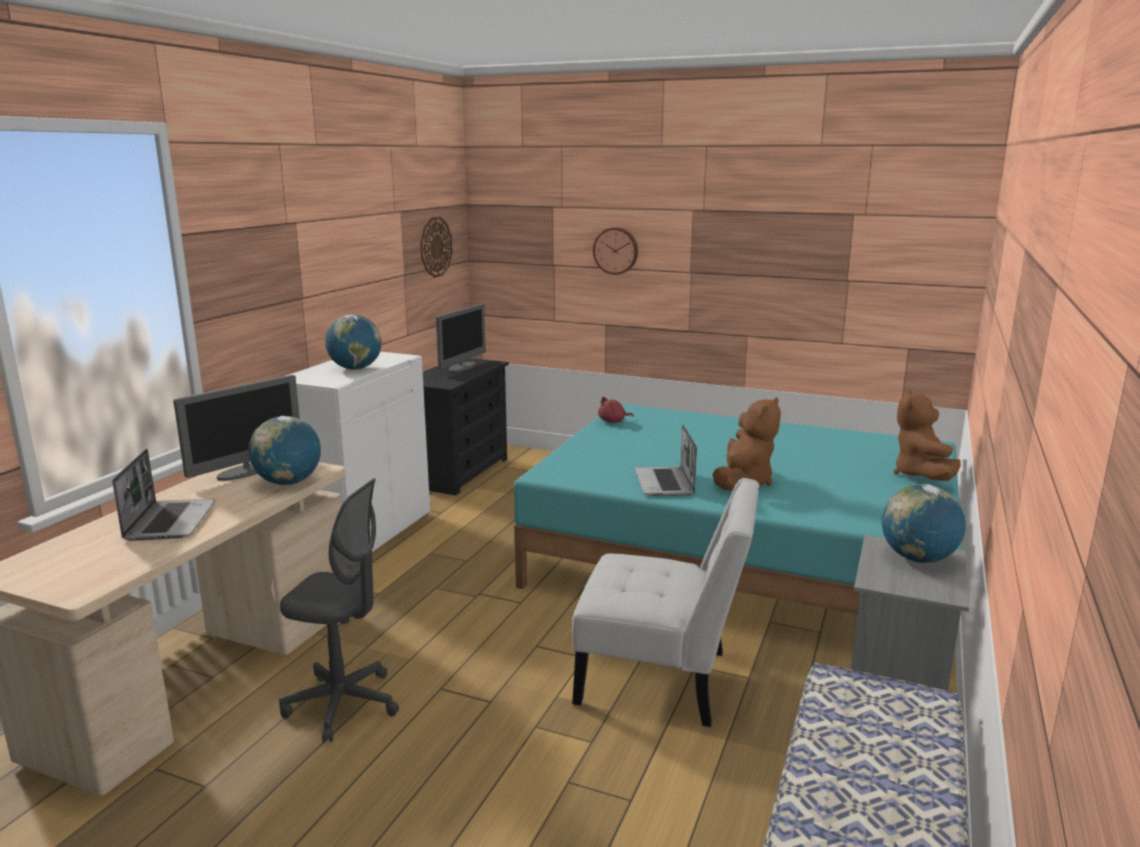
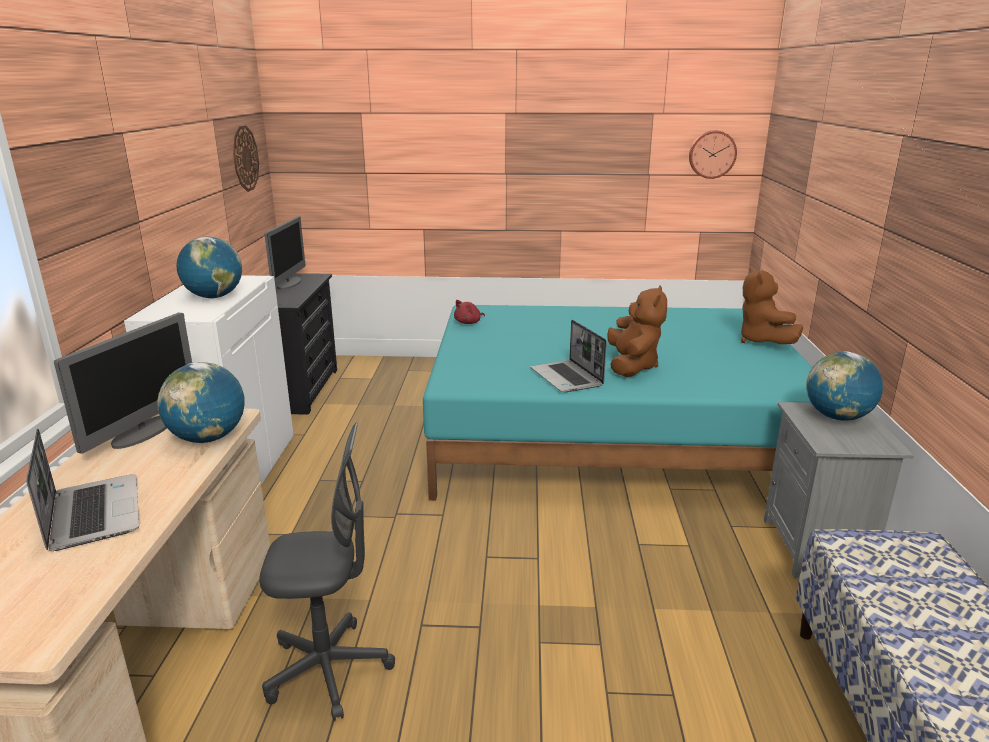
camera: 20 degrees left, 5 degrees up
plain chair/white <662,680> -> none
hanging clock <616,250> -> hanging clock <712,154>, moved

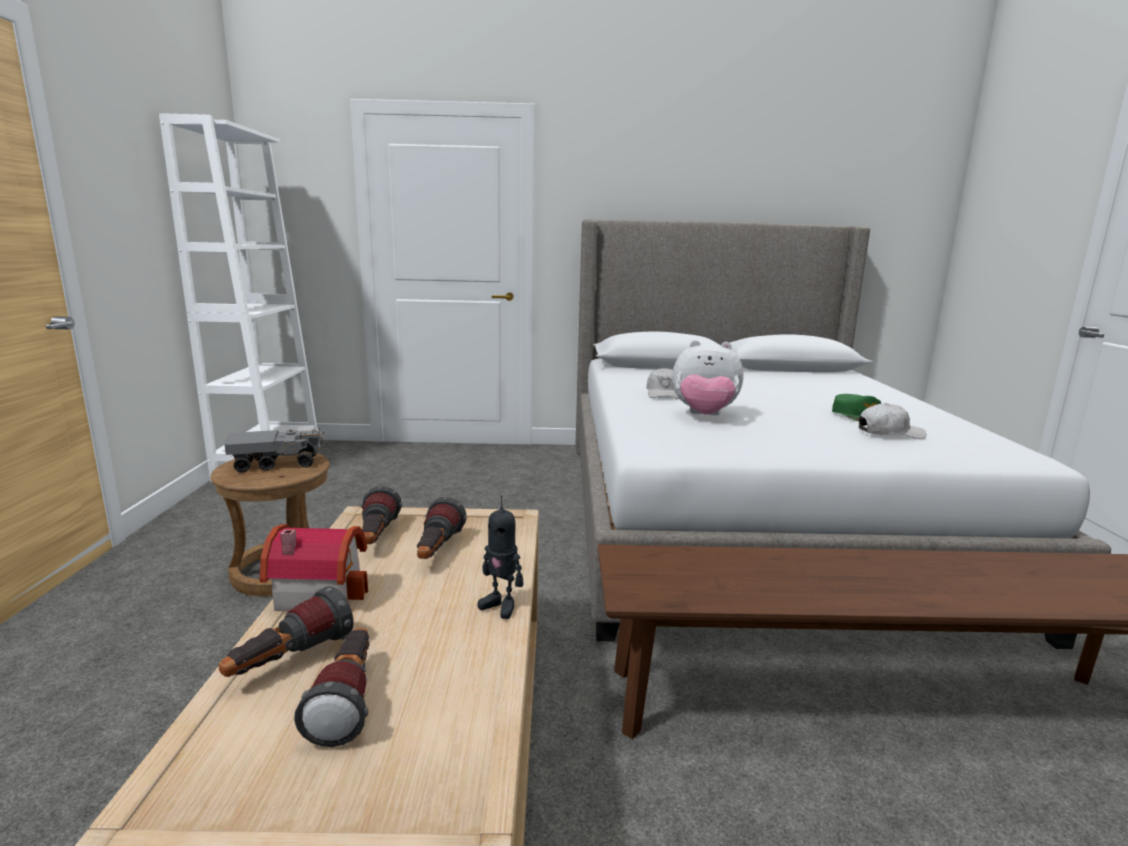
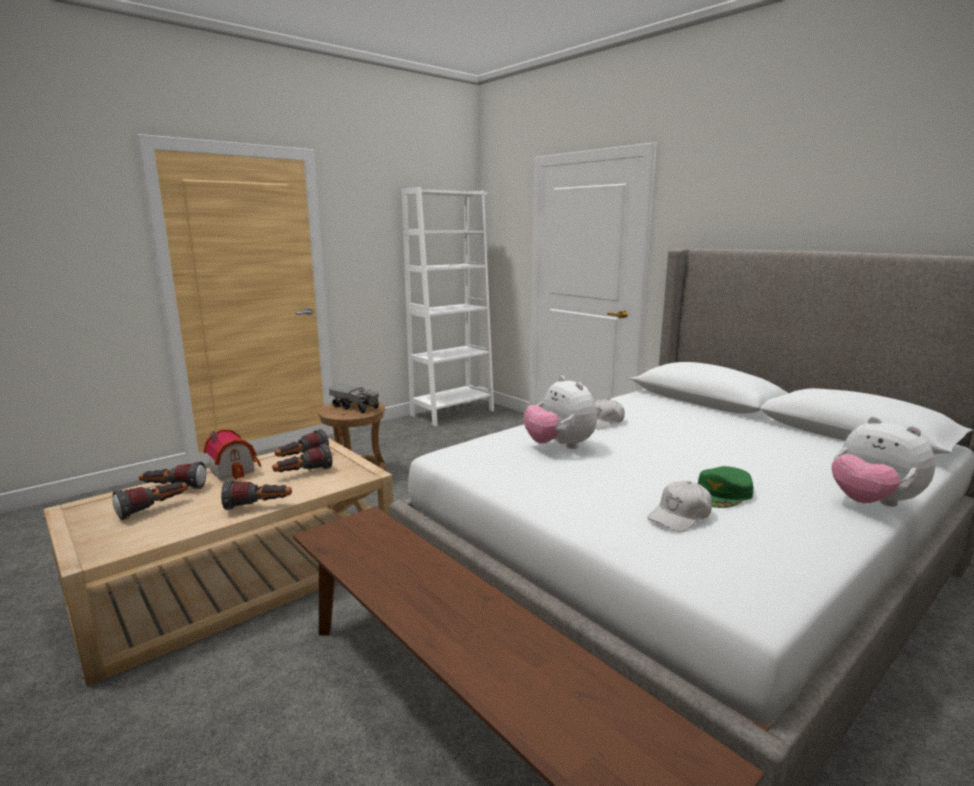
camera: 50 degrees right, 0 degrees up
toy robot <501,606> -> hand torch <258,506>
baseball cap/white <889,433> -> baseball cap/white <680,516>, 90 degrees clockwise
none -> cuddly toy <872,503>

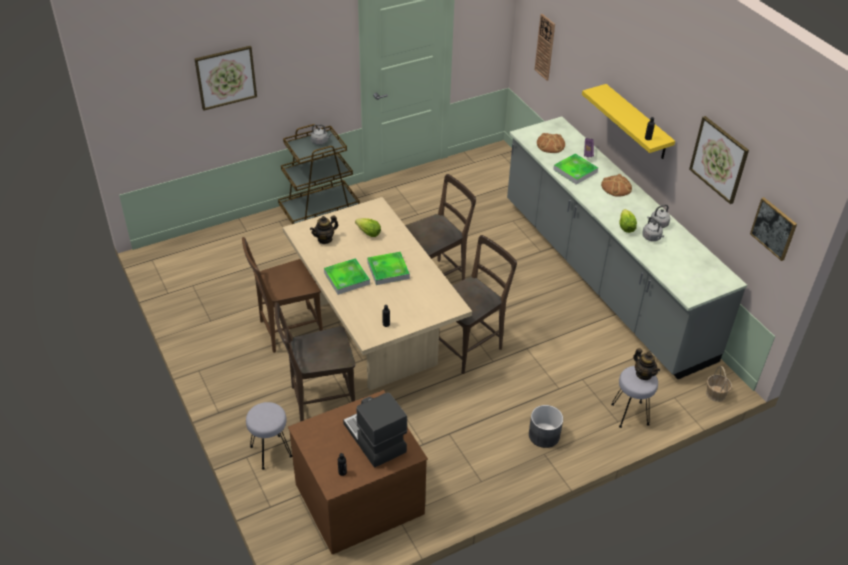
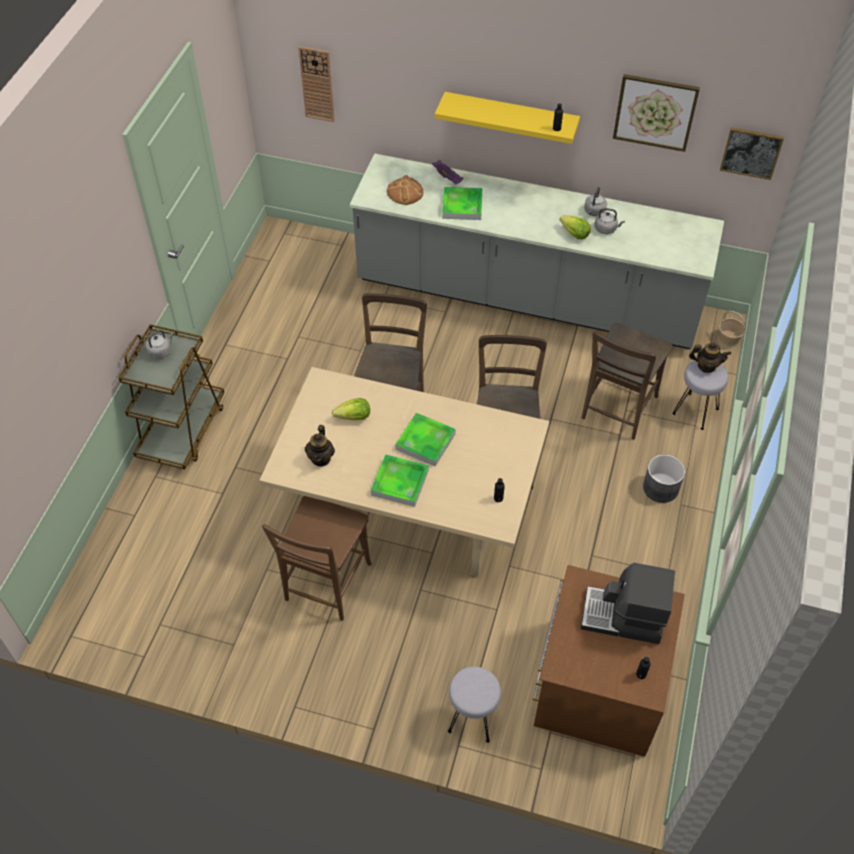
camera: 45 degrees left, 10 degrees up
wall art <226,77> -> none
plain chair/brown <319,400> -> plain chair/brown <617,410>, moved
baked bread <616,187> -> none

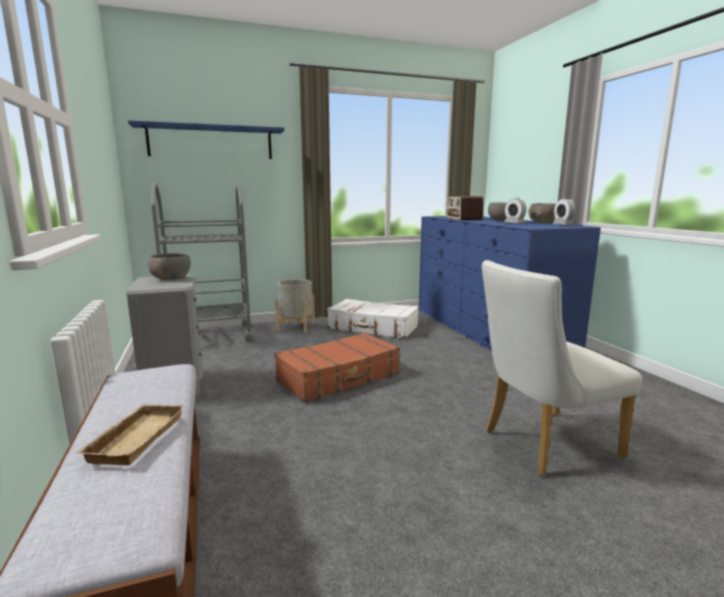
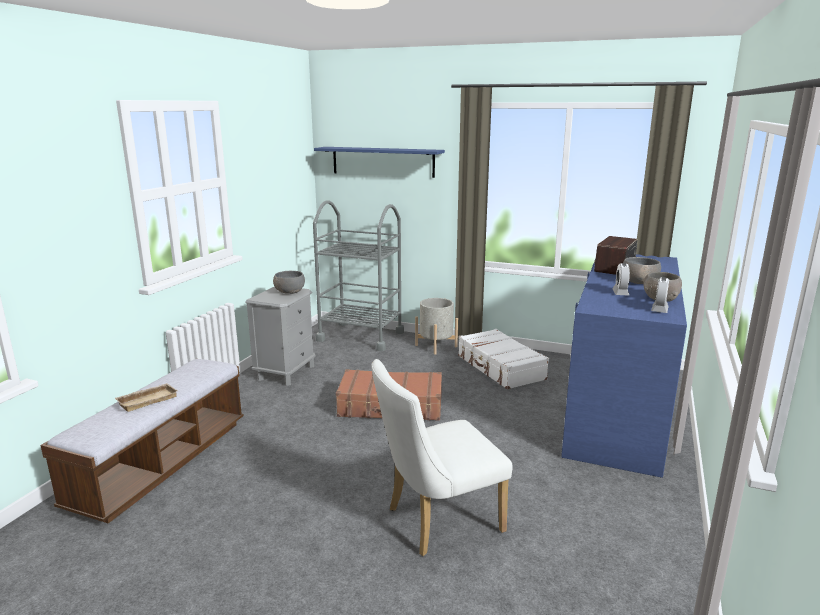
camera: 40 degrees right, 5 degrees up
plain chair/white <542,444> -> plain chair/white <436,521>, 45 degrees counterclockwise

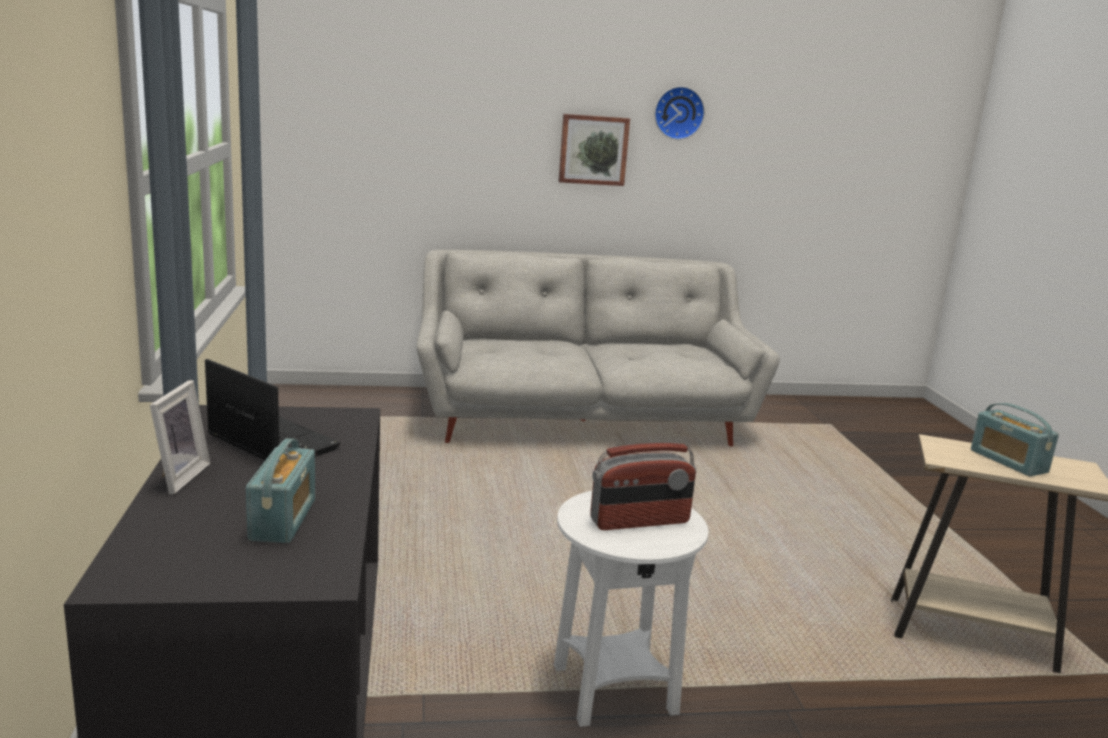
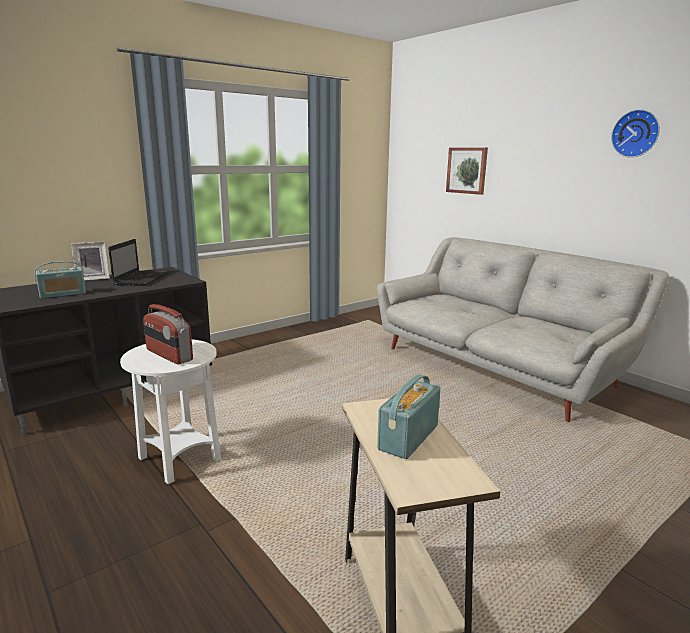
camera: 60 degrees right, 0 degrees up
wall art <593,150> -> wall art <467,170>, moved

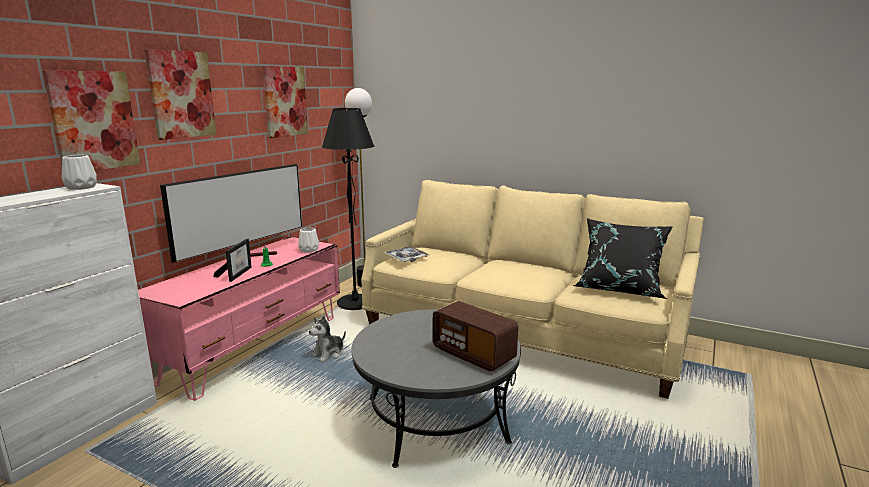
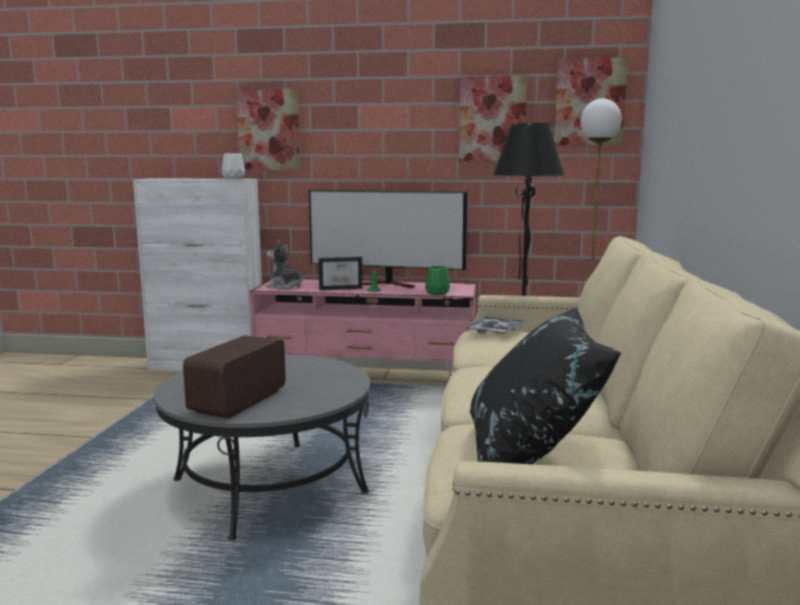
camera: 70 degrees right, 5 degrees down
wall art <181,95> -> wall art <589,102>, moved
decorative vase/white <308,250> -> decorative vase/green-coloured <437,293>
cuddly toy <328,354> -> cuddly toy <285,287>, moved

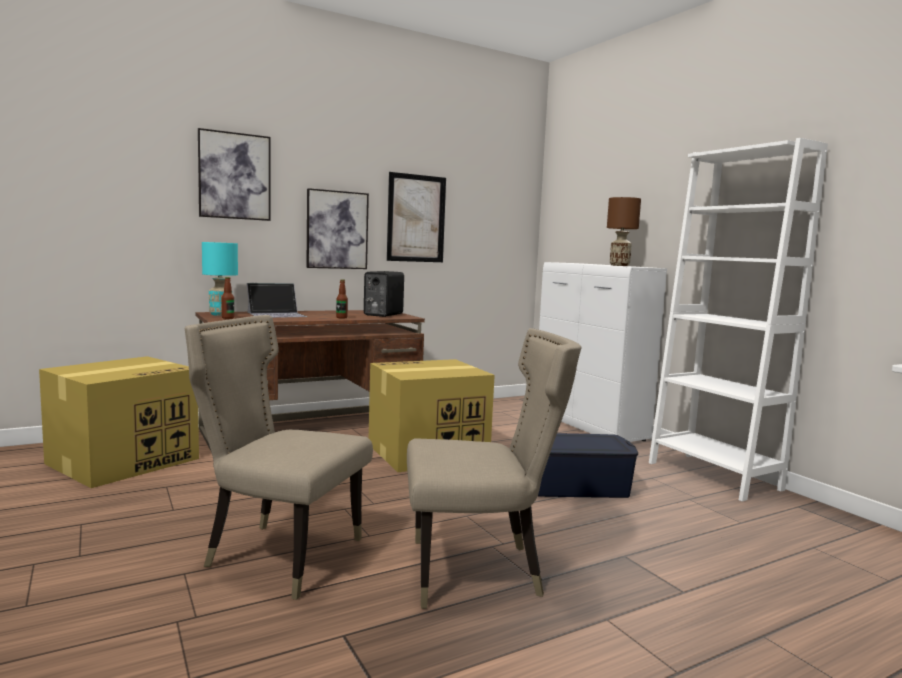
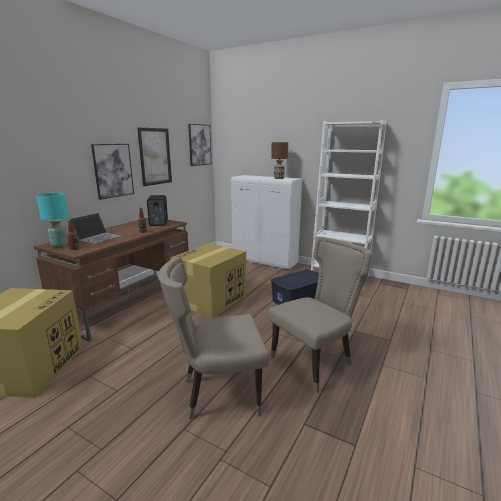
camera: 30 degrees left, 10 degrees up
wall art <234,176> -> wall art <199,145>, moved

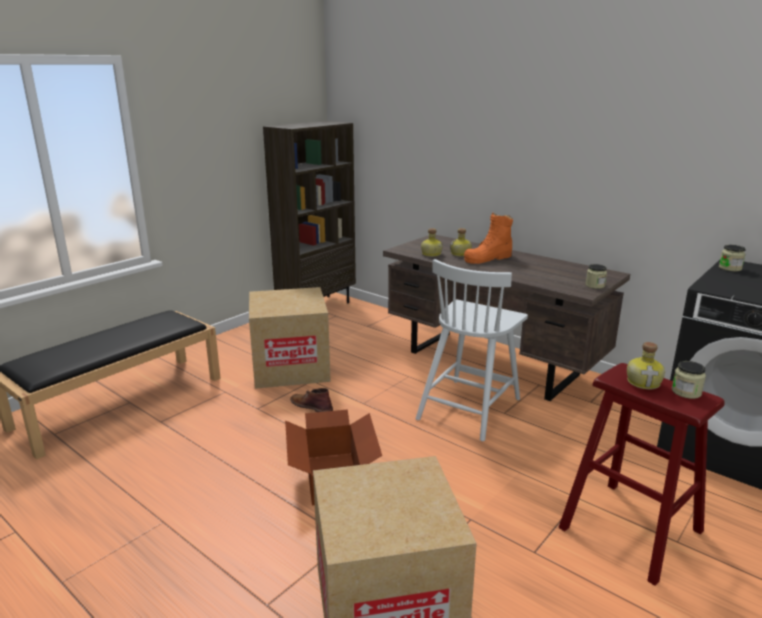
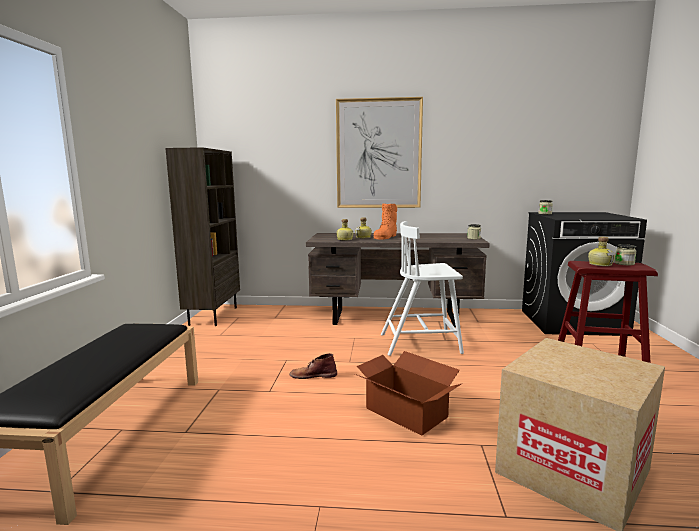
camera: 35 degrees left, 10 degrees down
carton <291,368> -> none
plain chair/white <469,408> -> plain chair/white <421,343>, 90 degrees clockwise
none -> wall art <378,154>

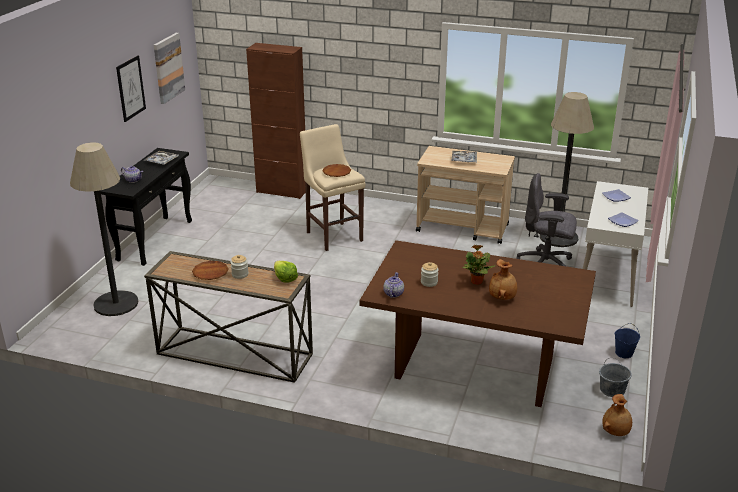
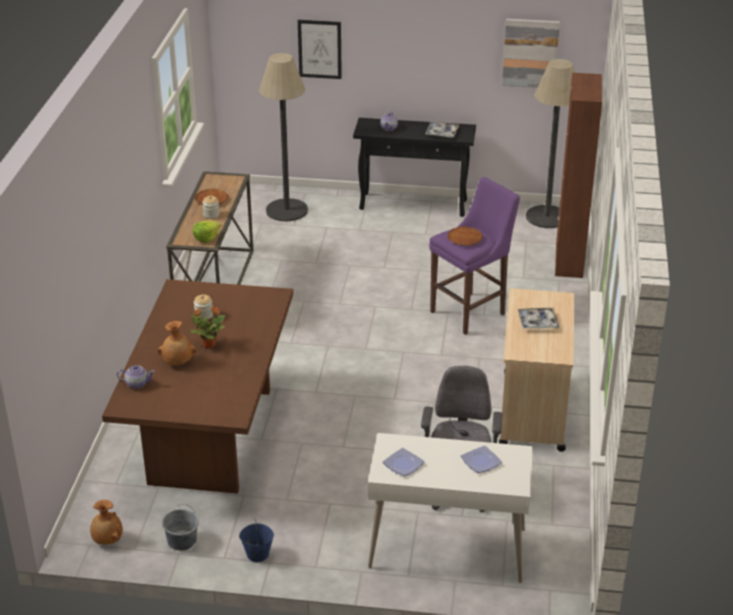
camera: 80 degrees right, 5 degrees up
wall art <131,88> -> wall art <319,49>, moved
sitting stool/beige <333,235> -> sitting stool/purplish <470,312>
tea pot <393,294> -> tea pot <136,384>, moved
standard lamp <558,237> -> standard lamp <547,217>, moved

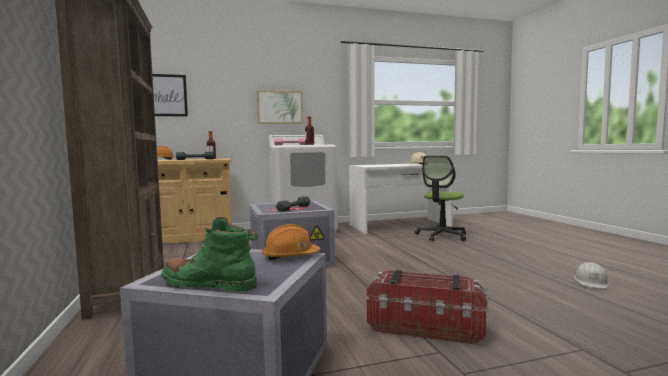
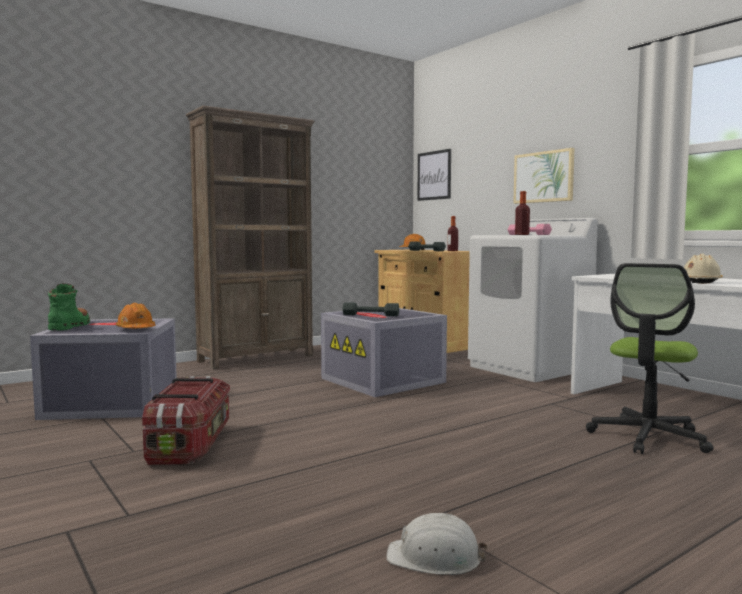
camera: 70 degrees right, 0 degrees up
desk chair <442,236> -> desk chair <648,437>, 75 degrees counterclockwise

